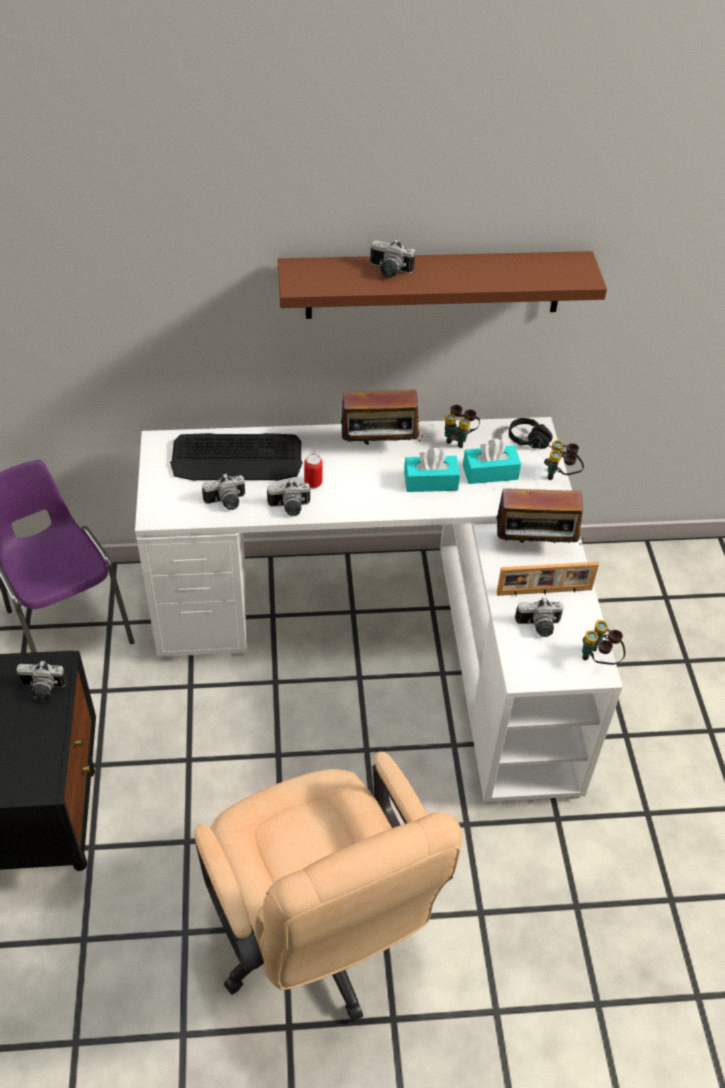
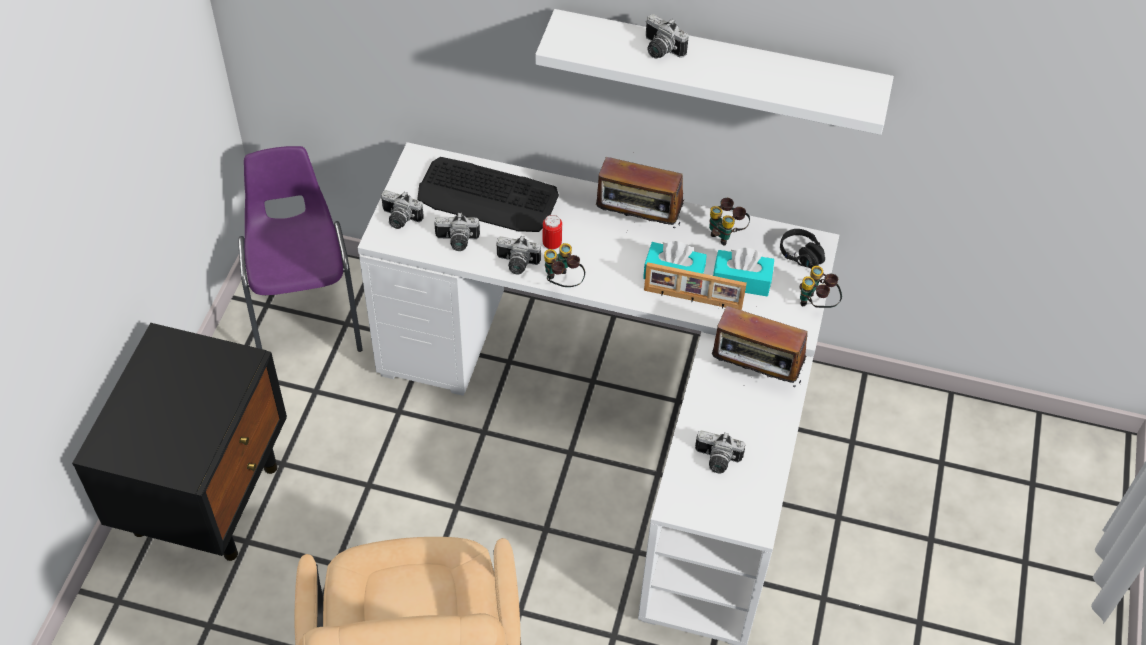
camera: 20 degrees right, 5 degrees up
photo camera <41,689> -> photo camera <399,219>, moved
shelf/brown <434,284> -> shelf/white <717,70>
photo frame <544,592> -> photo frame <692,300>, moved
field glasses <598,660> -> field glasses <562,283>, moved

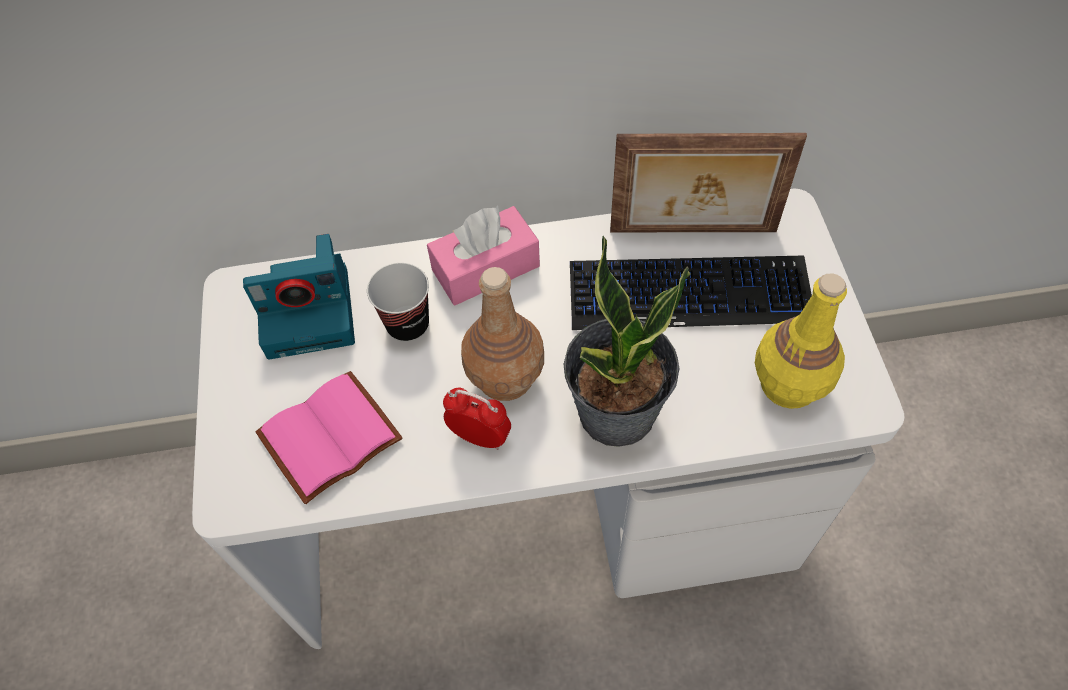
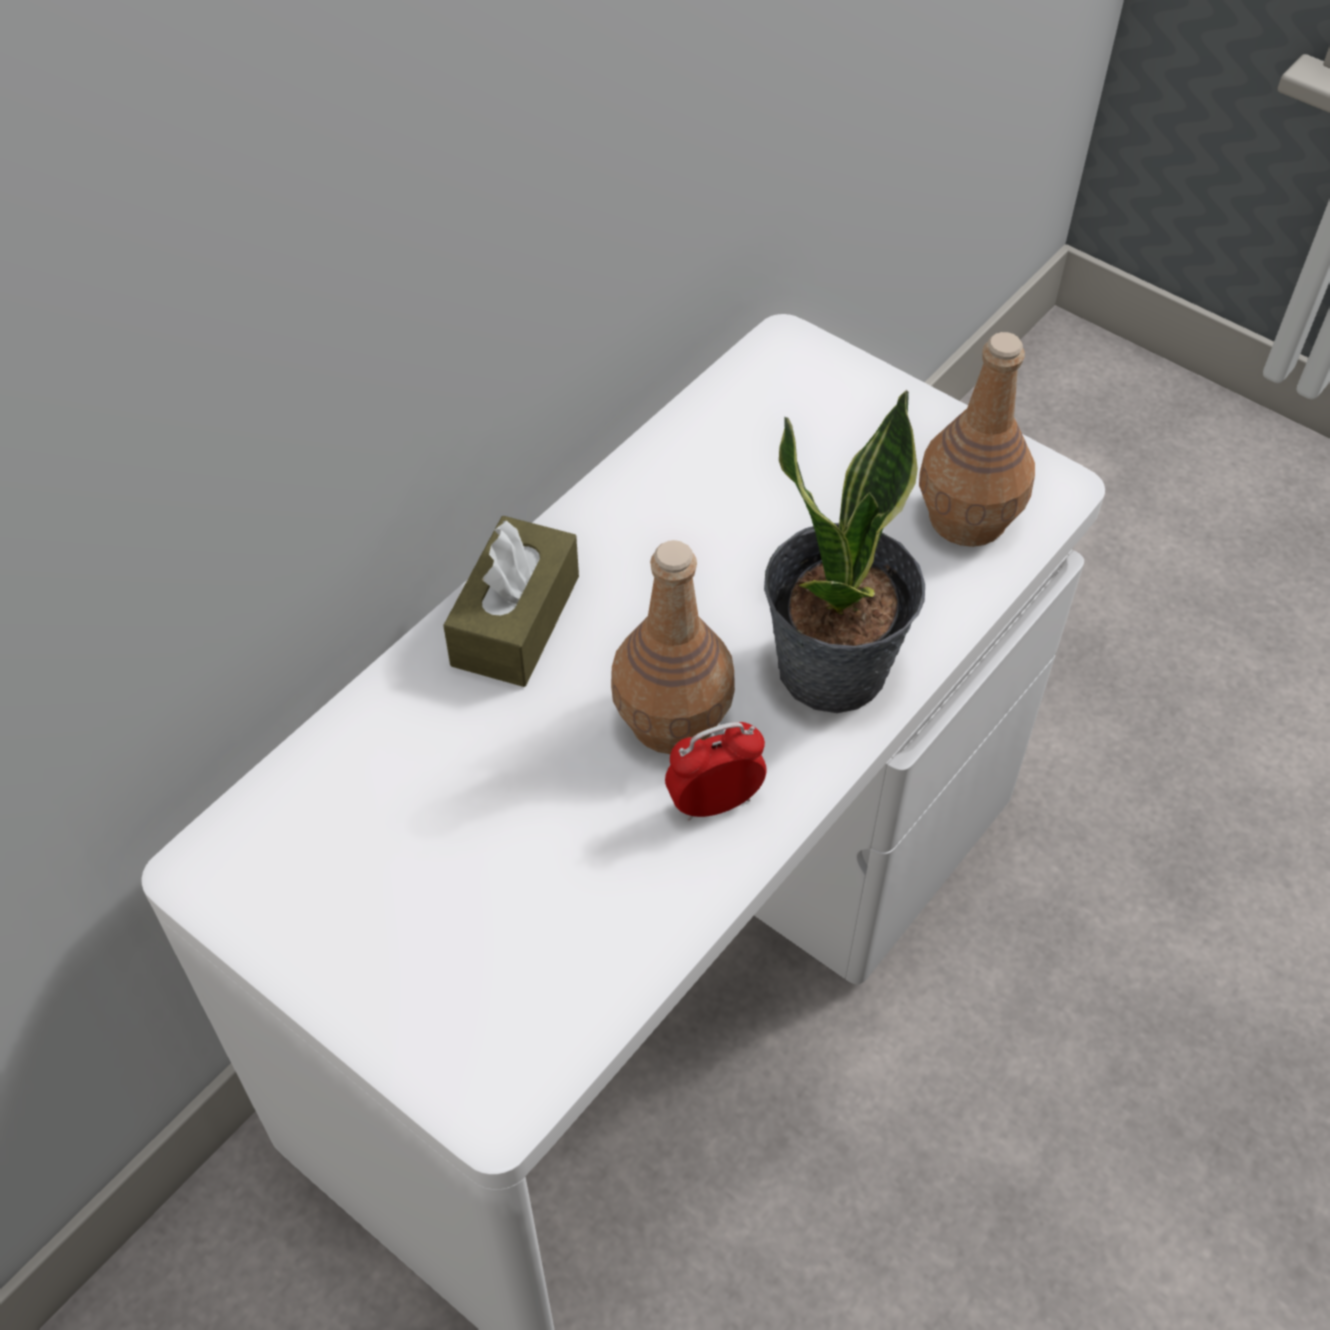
camera: 45 degrees left, 5 degrees down
photo camera <311,311> -> none
bound book/pink-coloured <330,441> -> none
drinking cup <408,325> -> none
tissue box/pink-coloured <485,268> -> tissue box/brown <515,620>
computer keyboard <689,294> -> none
photo frame <693,233> -> none
bottle/yellow <787,383> -> bottle/brown <966,518>

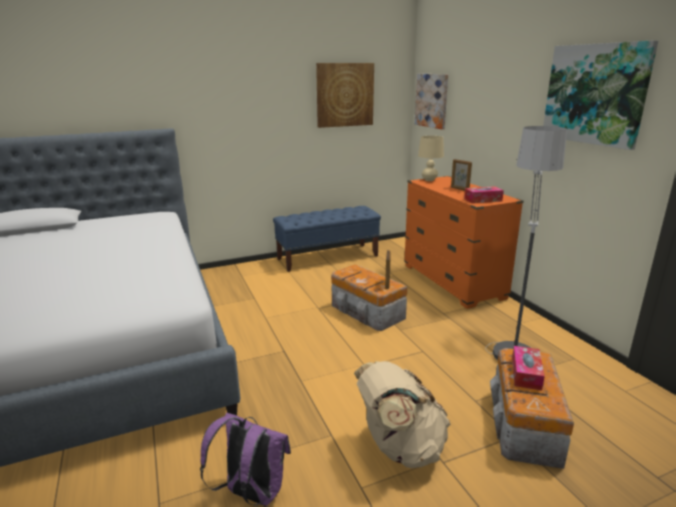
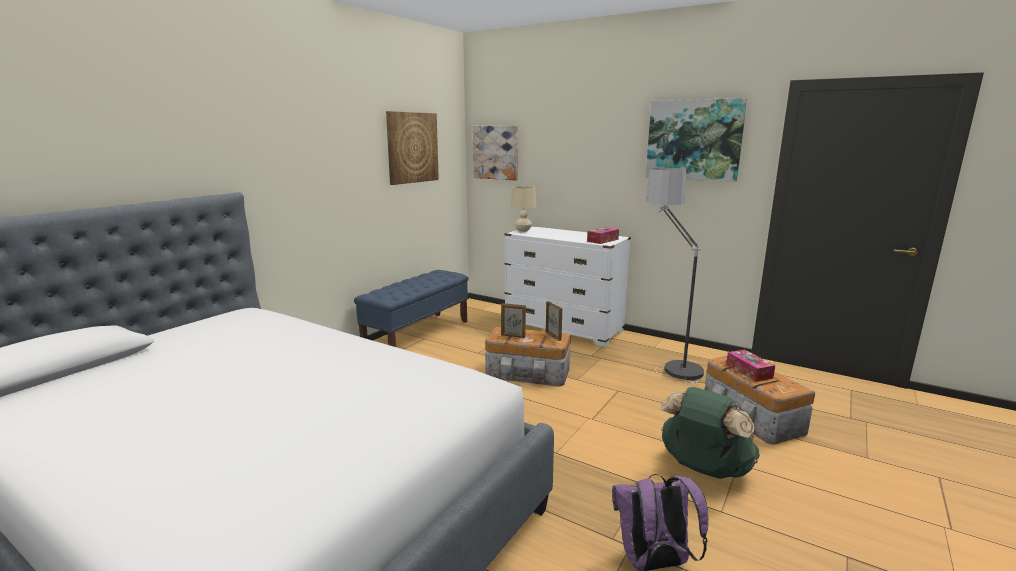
camera: 35 degrees left, 5 degrees down
backpack/beige <399,447> -> backpack/green-coloured <703,469>
chest of drawers/orange <452,282> -> chest of drawers/white <563,328>
photo frame <459,189> -> photo frame <513,336>, moved

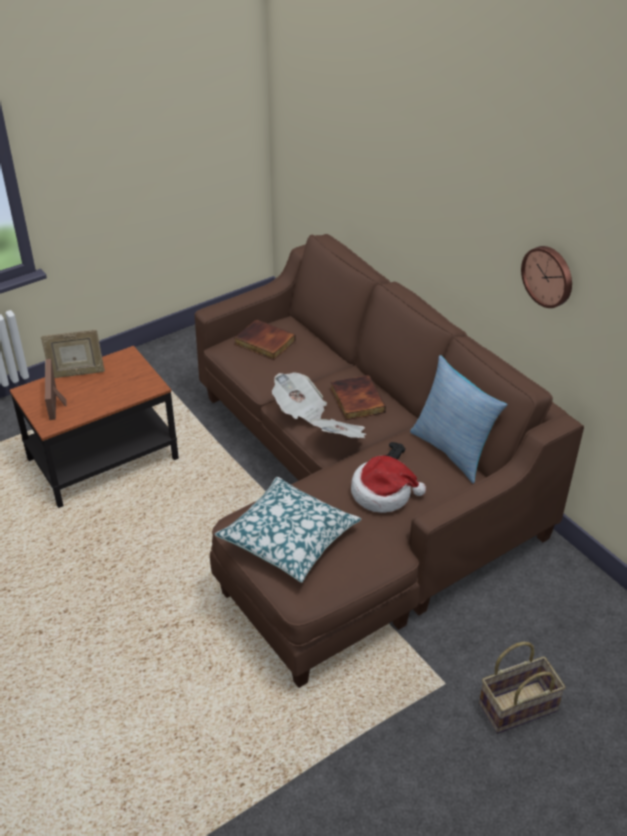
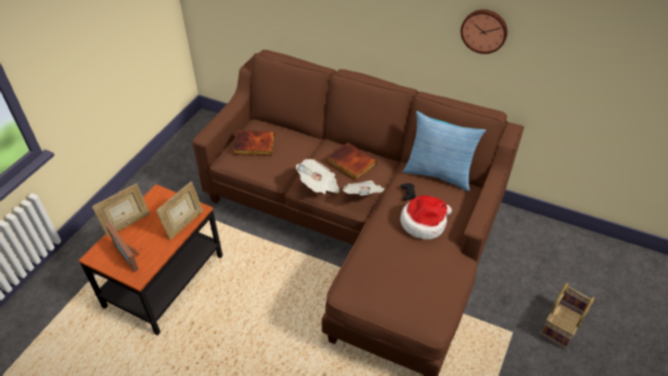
camera: 30 degrees left, 5 degrees up
cushion <288,538> -> none
none -> photo frame <184,224>

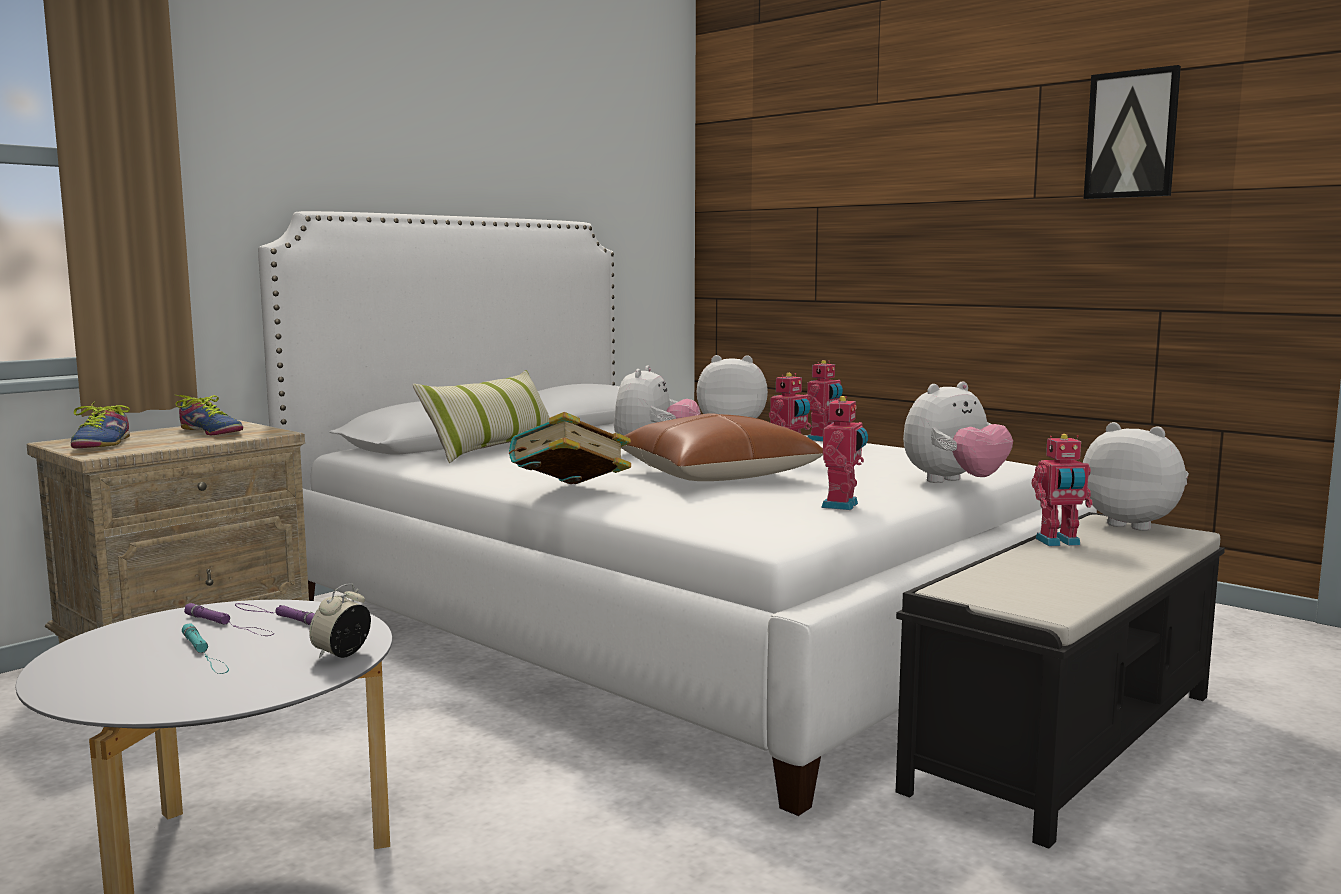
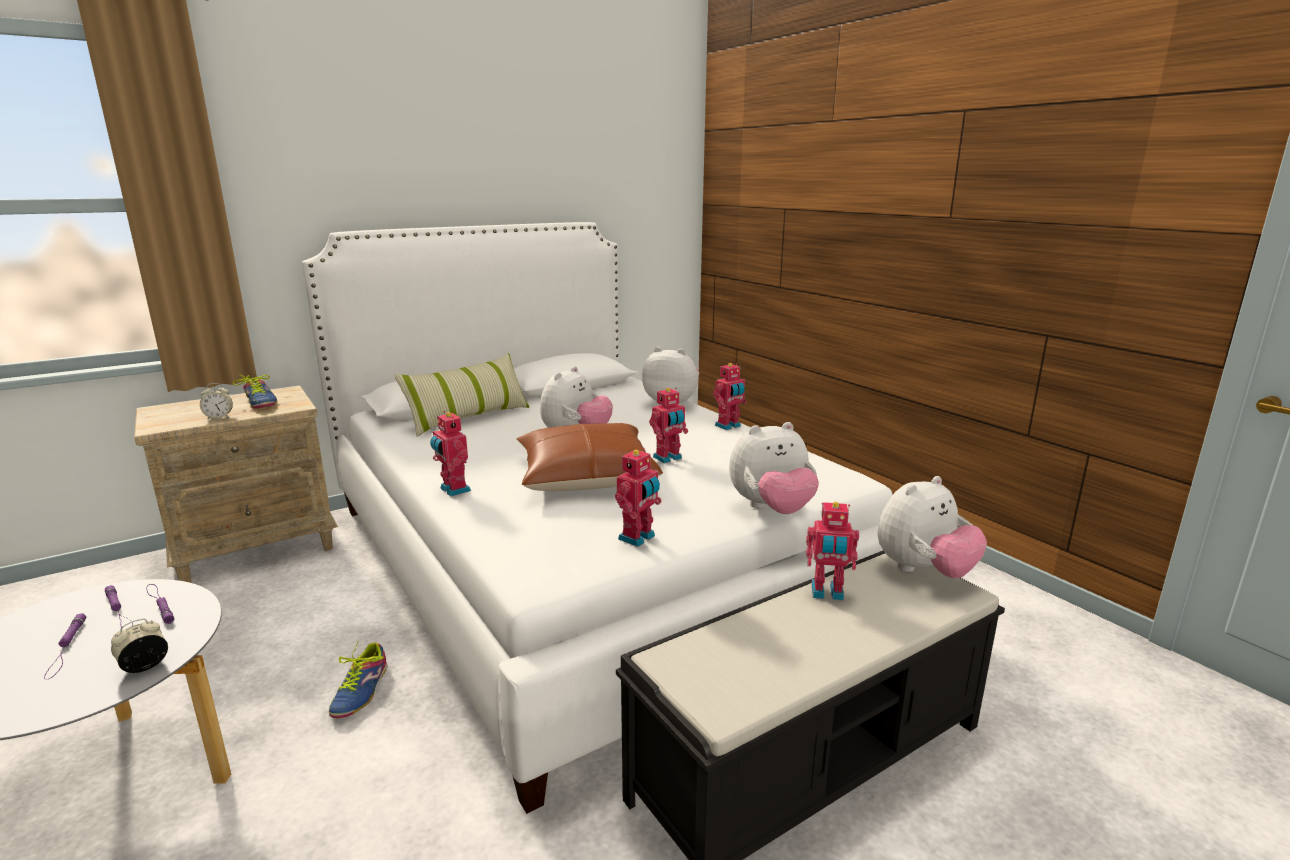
camera: 15 degrees right, 10 degrees up
shoe <103,444> -> shoe <361,691>, moved
hand torch/turquoise <205,653> -> hand torch/purplish <66,648>
bound book <570,492> -> toy robot <453,490>
cuddly toy <1133,524> -> cuddly toy <923,571>, 90 degrees clockwise
wall art <1131,134> -> none
none -> bedside clock <219,417>

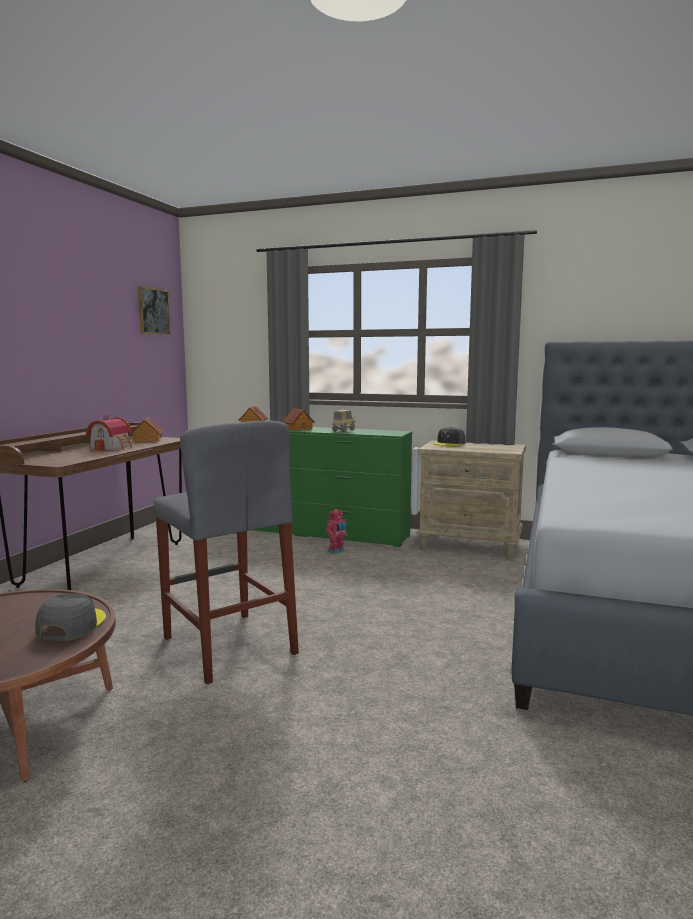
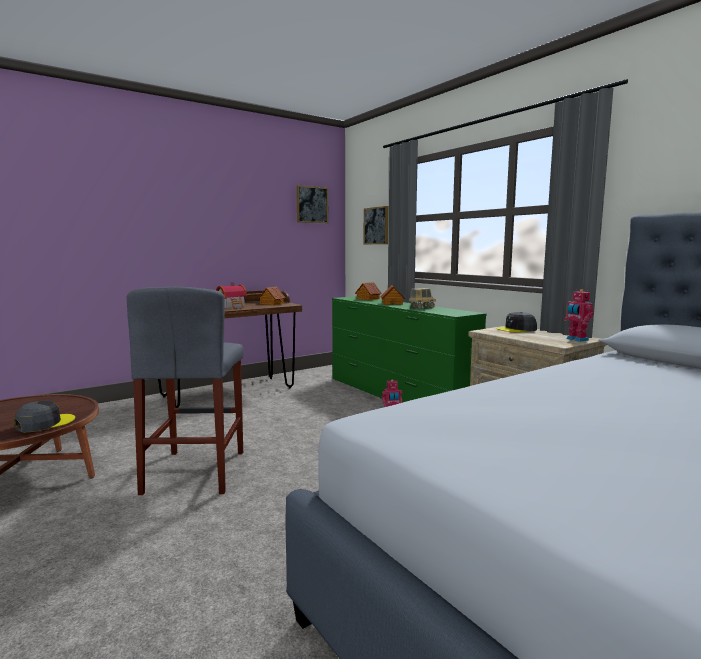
camera: 35 degrees right, 0 degrees up
none -> wall art <376,225>
none -> toy robot <576,339>

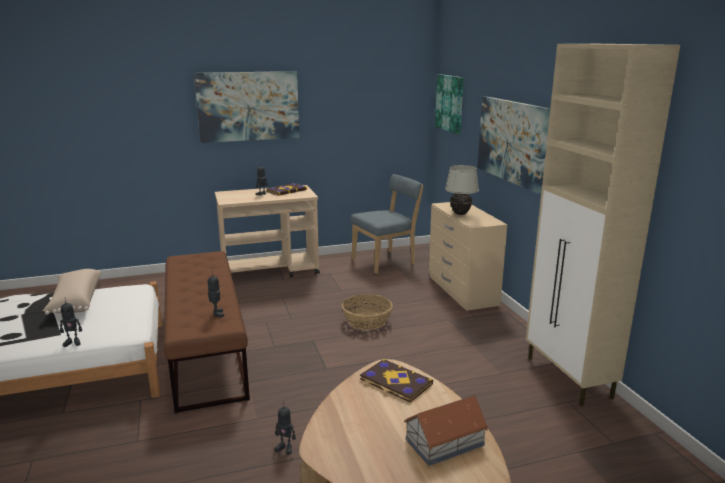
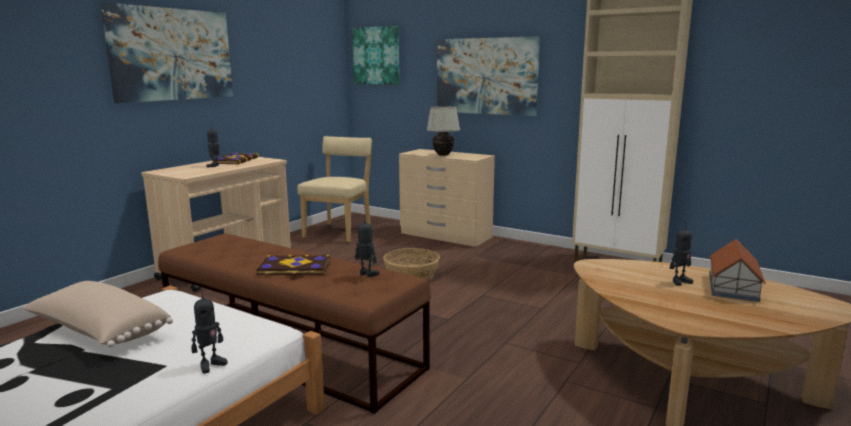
camera: 40 degrees left, 5 degrees down
toy robot <285,448> -> toy robot <679,281>, moved
plain chair/blue <386,261> -> plain chair/beige <339,232>
bound book <395,382> -> bound book <294,268>, moved

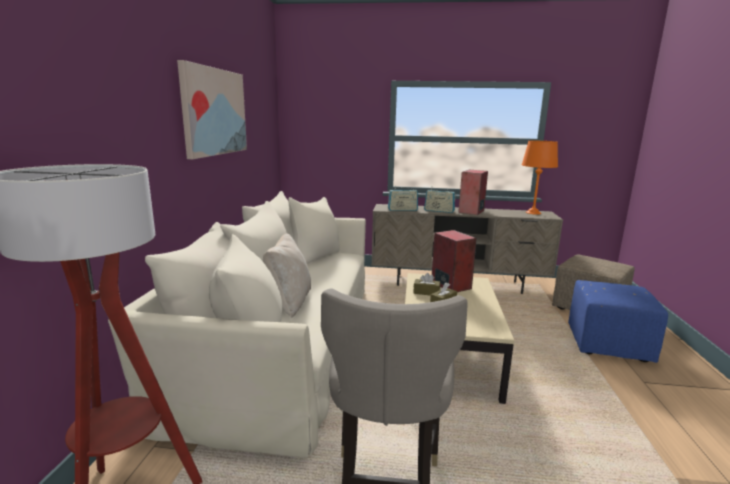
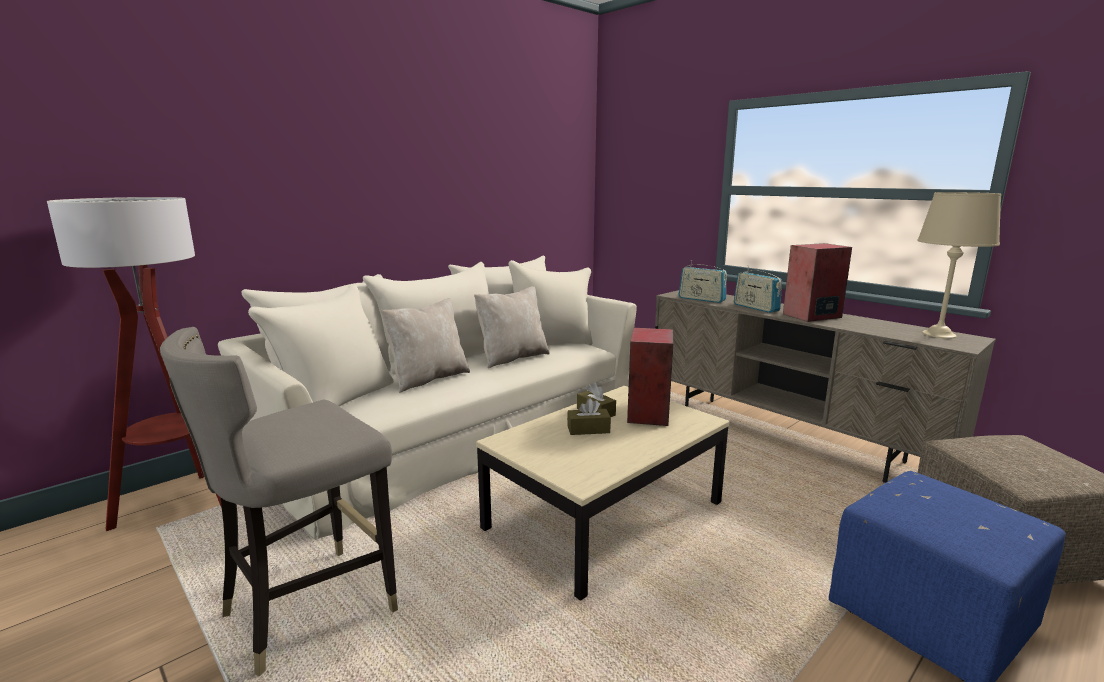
camera: 40 degrees right, 0 degrees up
wall art <214,112> -> none
tabletop lamp/orange <533,212> -> tabletop lamp/beige <938,334>
none -> cushion/beige <512,358>

